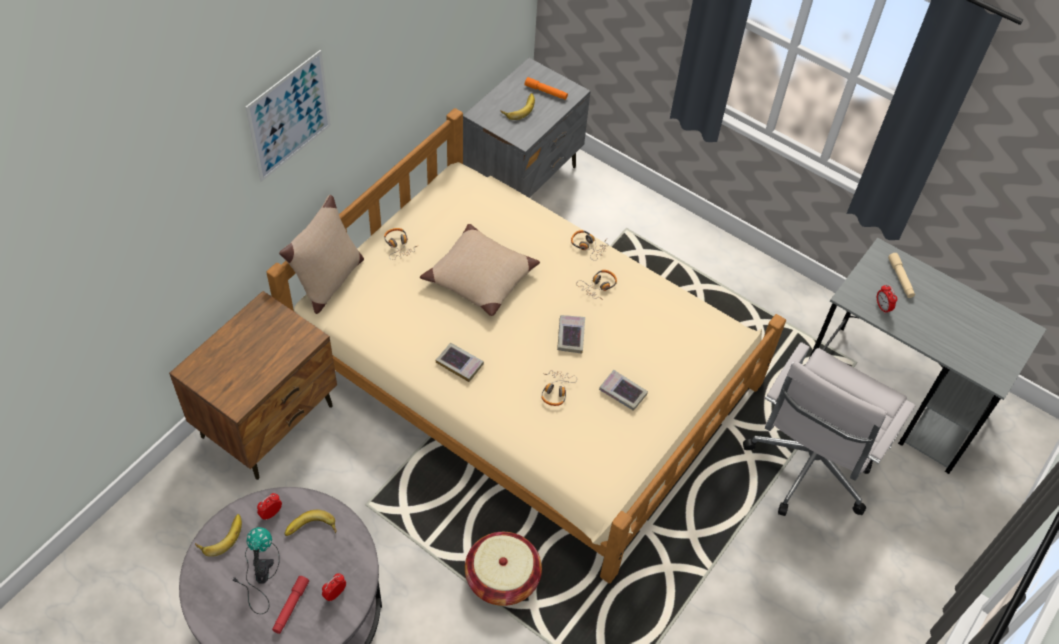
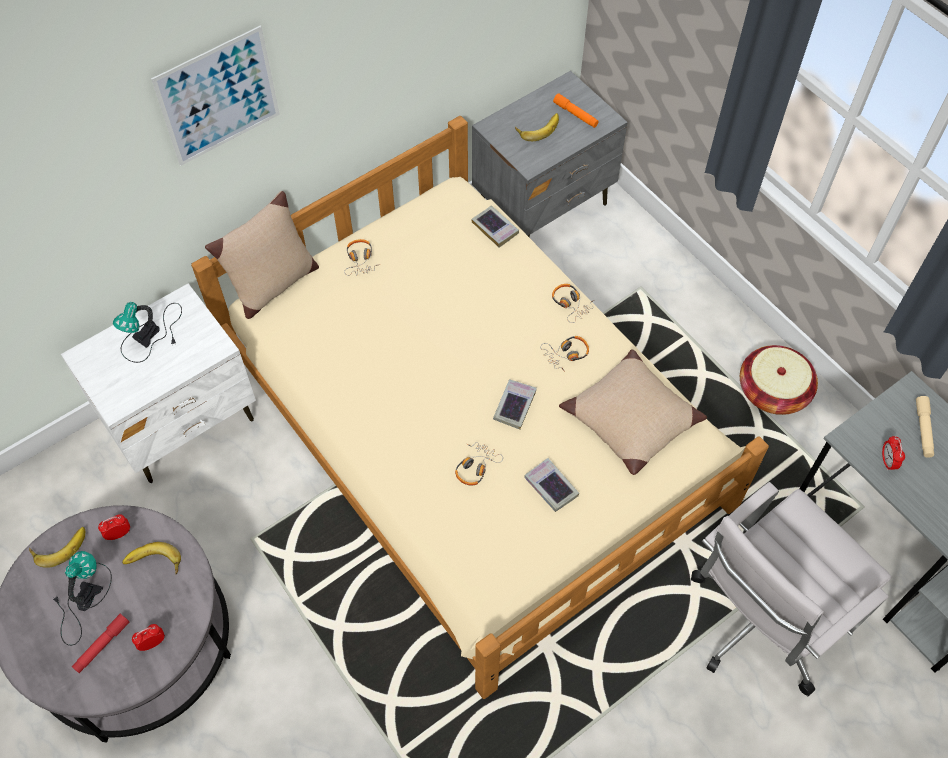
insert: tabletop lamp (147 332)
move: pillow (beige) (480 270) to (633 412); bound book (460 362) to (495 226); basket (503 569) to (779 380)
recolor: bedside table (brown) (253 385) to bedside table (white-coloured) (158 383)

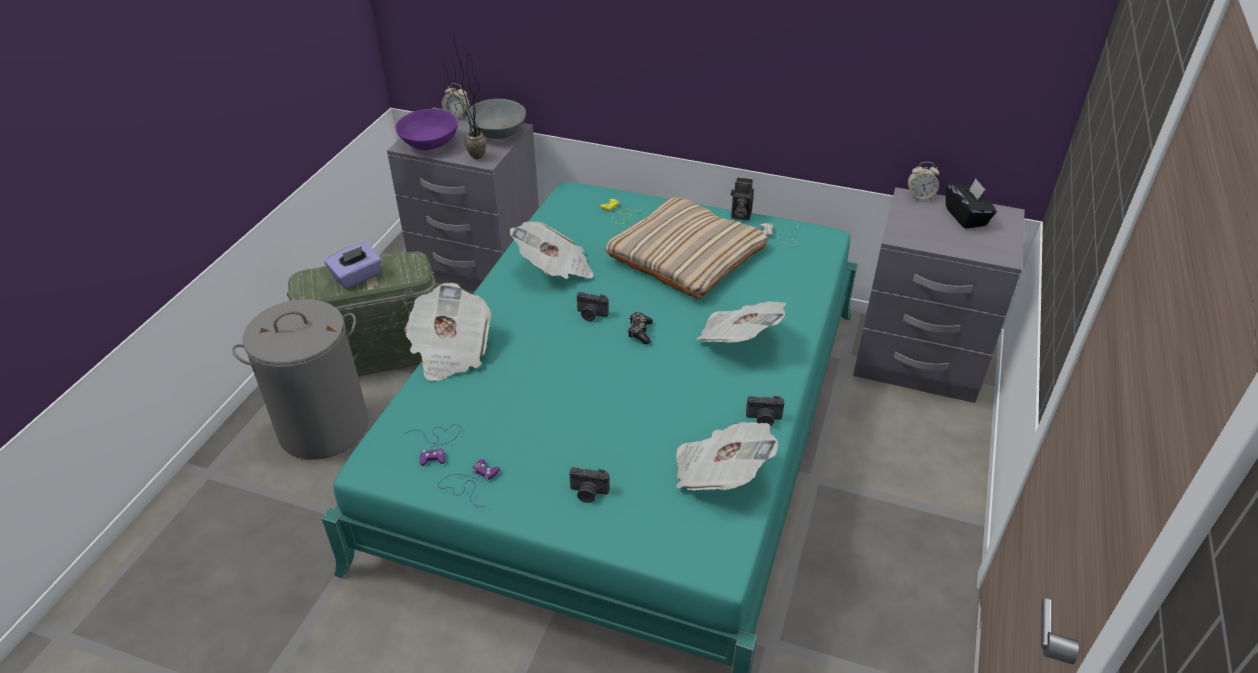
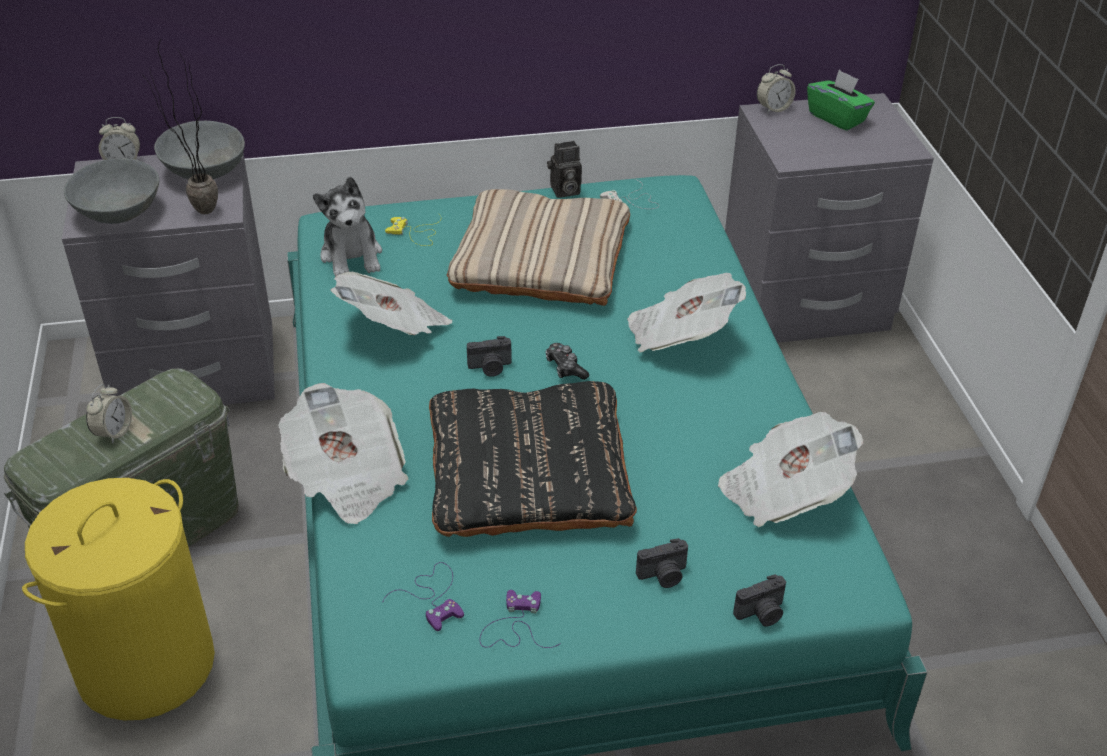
insert: plush toy (347 226); pillow (blackish) (533 459)
move: still camera (765 411) to (759 600)
replace: tissue holder (purple) (352 265) to table clock (109 414)
recolor: bowl (purple) (426 129) to bowl (grey) (111 191); tissue holder (blackish) (971 204) to tissue holder (greenish) (841 100); hamper (grey) (300 379) to hamper (yellow-coloured) (118 599)

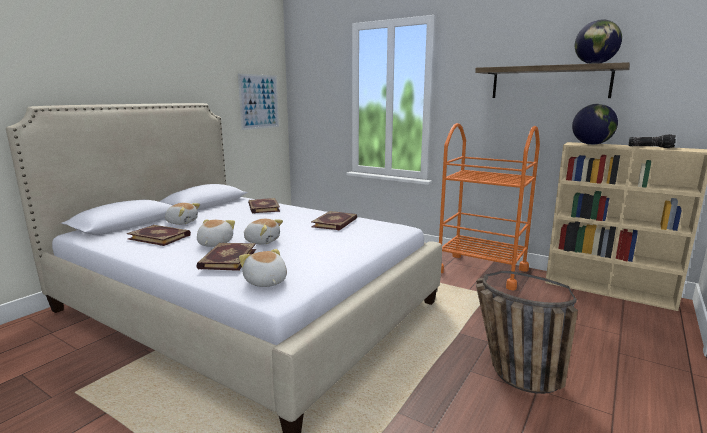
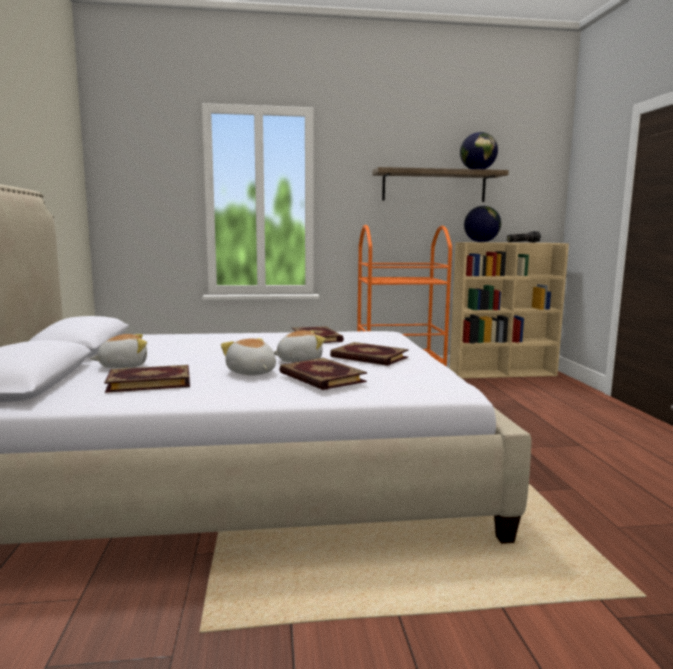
delete: wall art (258 102); plush toy (263 268); basket (527 332)
move: bound book (264 205) to (369 354)

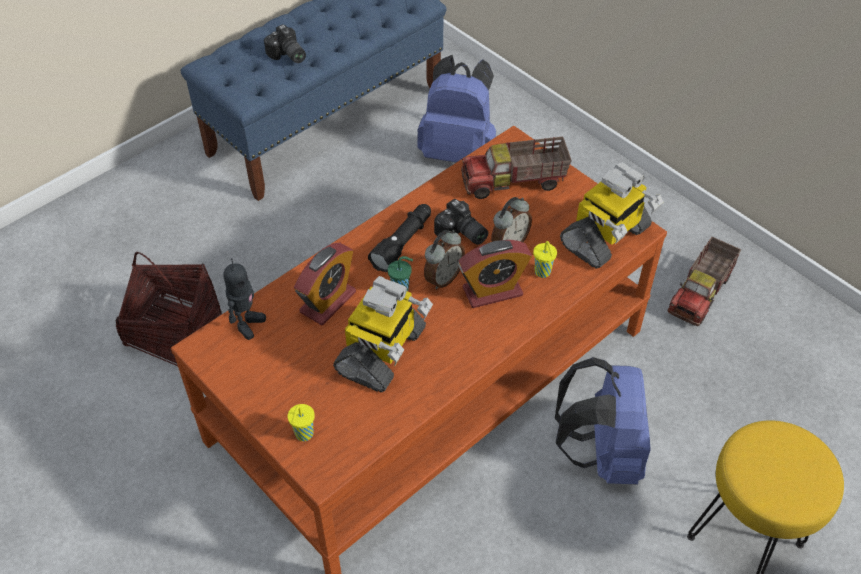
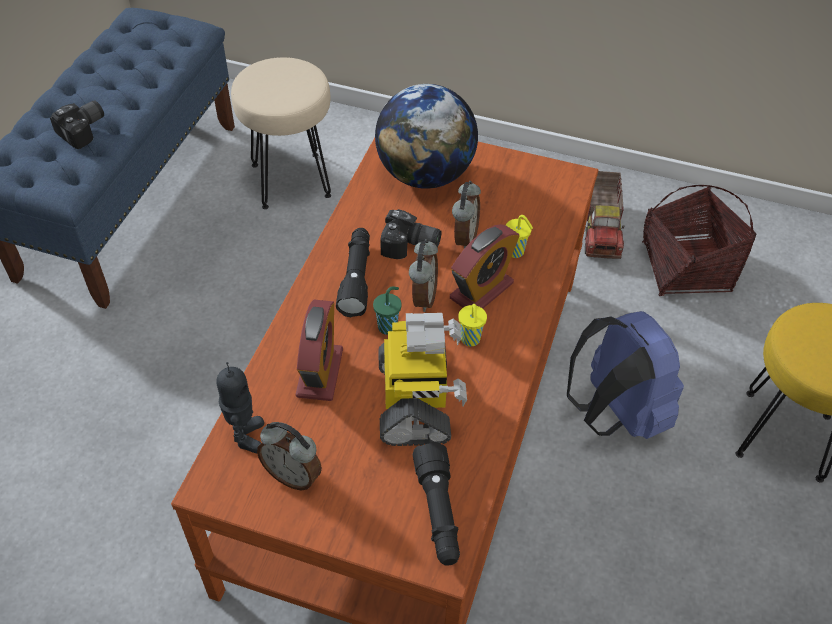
delete: robot figure (611 215)
insert: table clock (289 456); hand torch (blackish) (436 504)
move: basket (169 309) to (699 240); small cup (yellow-coloured) (301 422) to (472 325)
replace: rucksack (bluish) (456 108) to sitting stool (beige) (281 133); toy lorry (516 168) to world globe (426 136)
rotate: still camera (285 43) = (77 124) 75 degrees counterclockwise

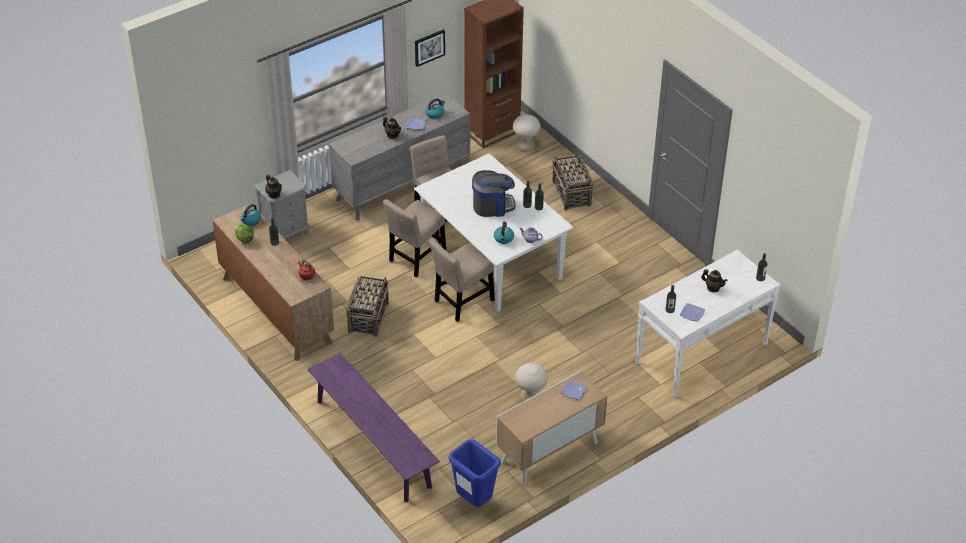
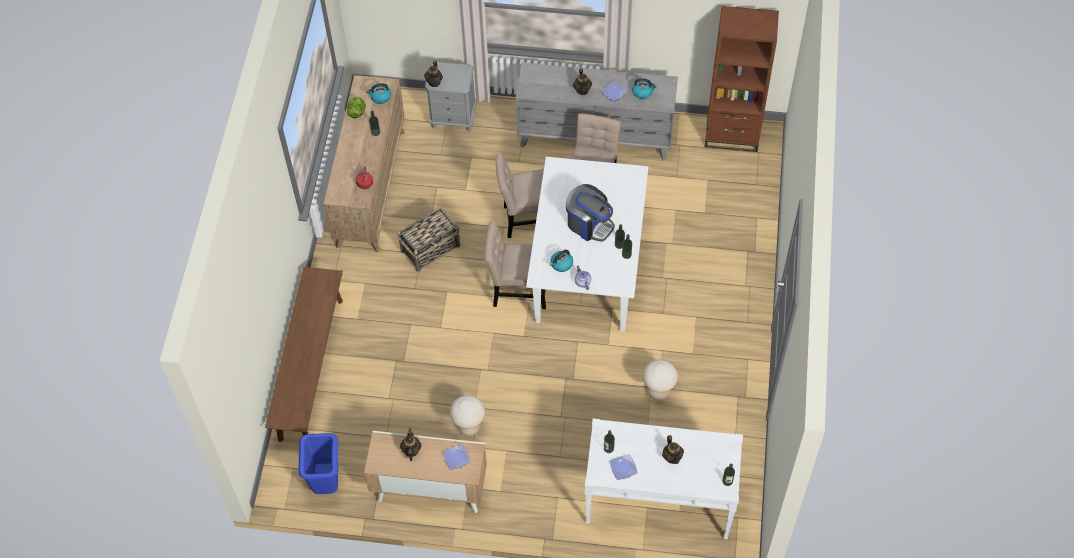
delete: wall art (430 48); basket (573 182)
insert: tea pot (411 444)
move: sitting stool (beige) (527 133) to (660 380)
recolor: bench (purple) (373 427) to bench (brown) (304 354)

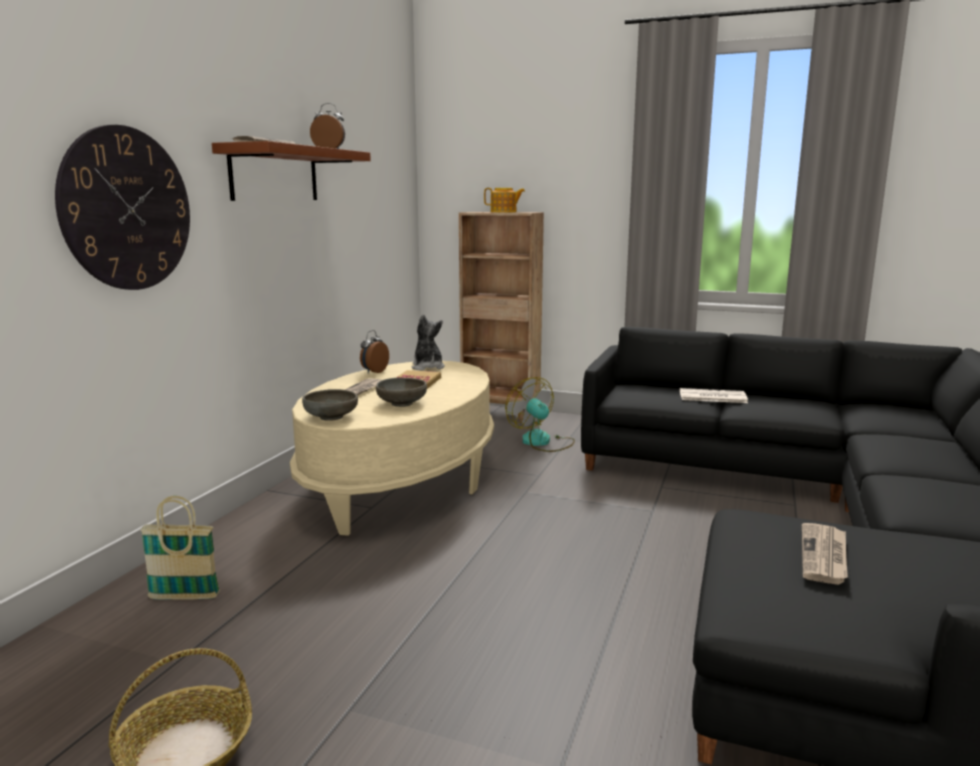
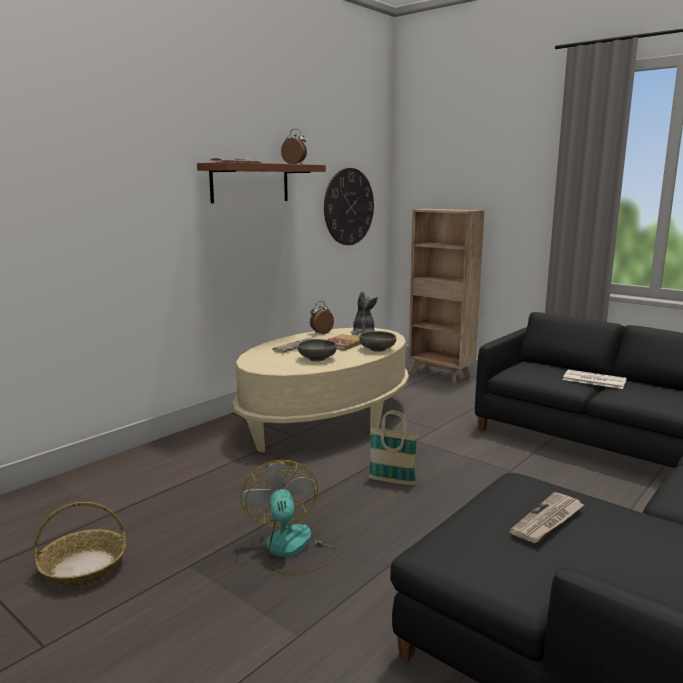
delete: tea pot (504 200)
move: clock on the wall (122 207) to (349 206); fan (540 414) to (289 517); bowl (grey) (330 405) to (377 341); basket (180 548) to (393 447)

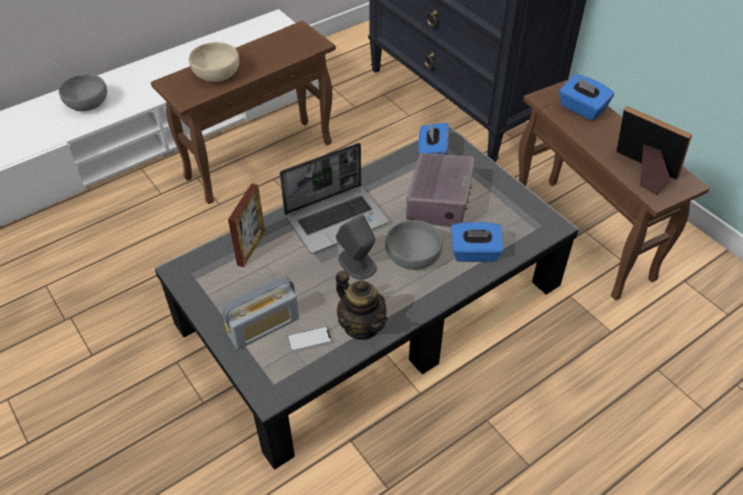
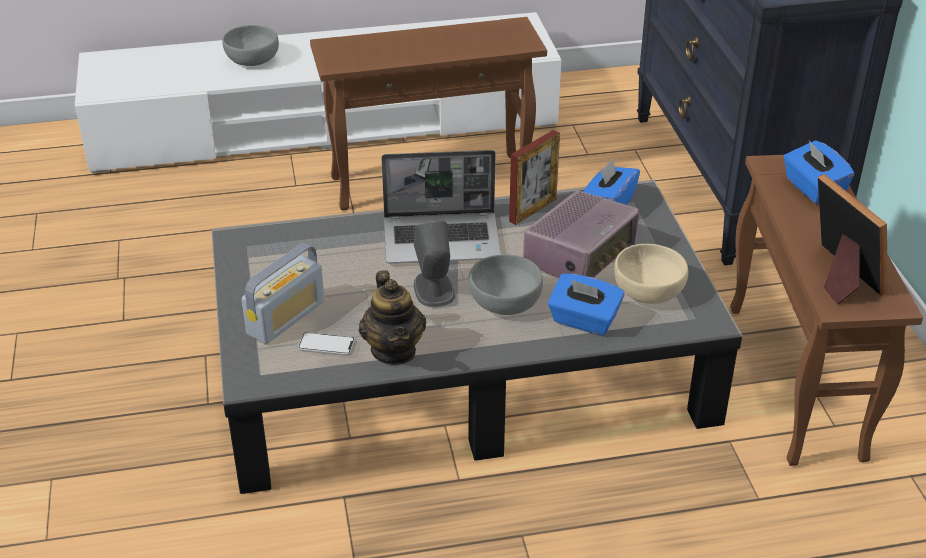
move: bowl (beige) (214 62) to (651 274); picture frame (246 225) to (534 177)
rotate: radio (260 312) = (282 293) 45 degrees counterclockwise

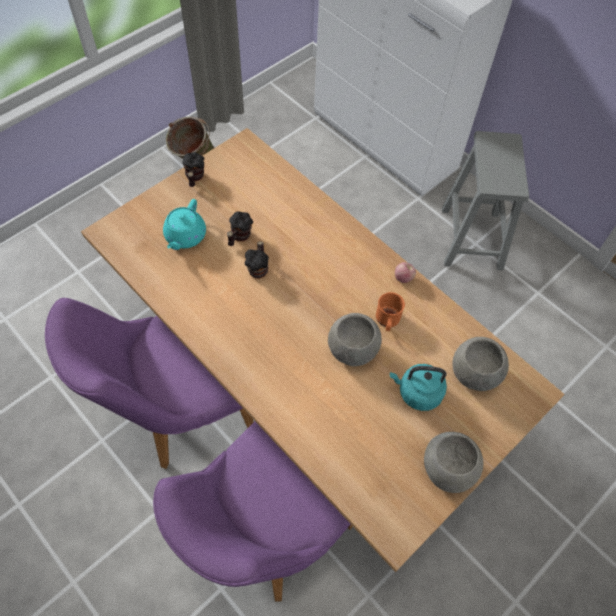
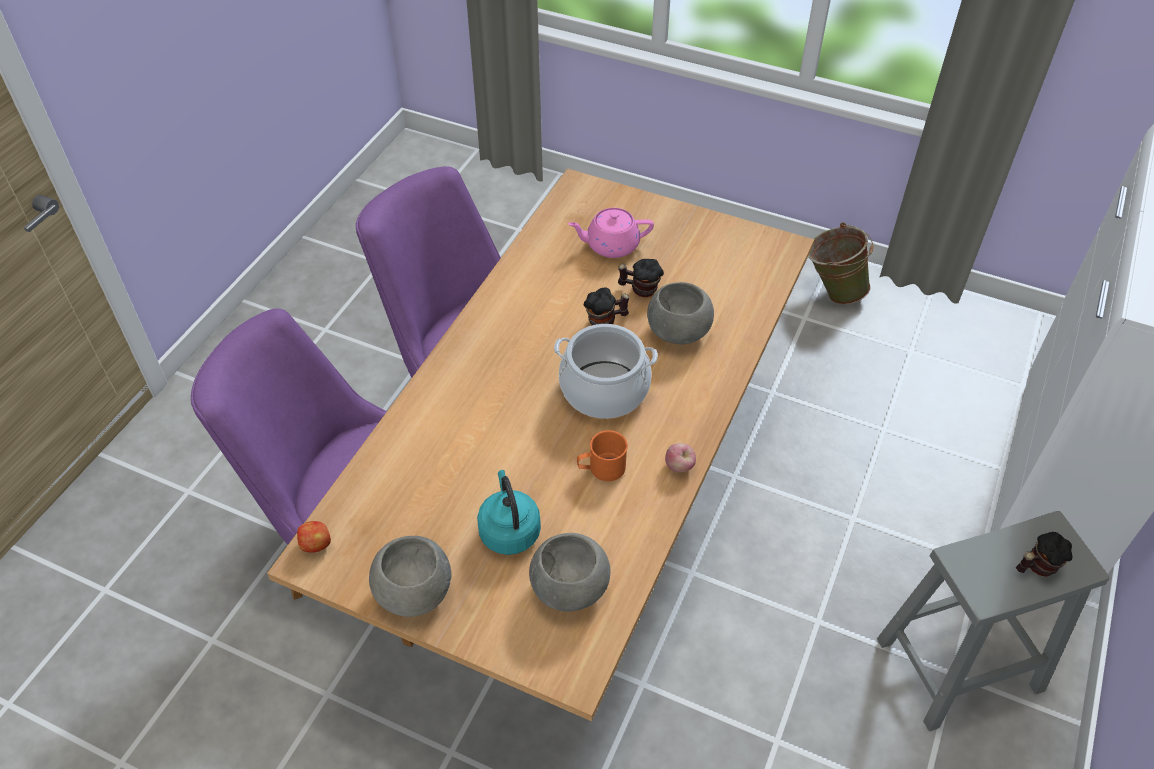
insert: stockpot (606 371); apple (314 537)
move: coffee mug (193 169) to (1044 554); bowl (grey) (355 339) to (680 313)
recolor: tea pot (turquoise-coloured) (184 224) to tea pot (pinkish) (611 233)

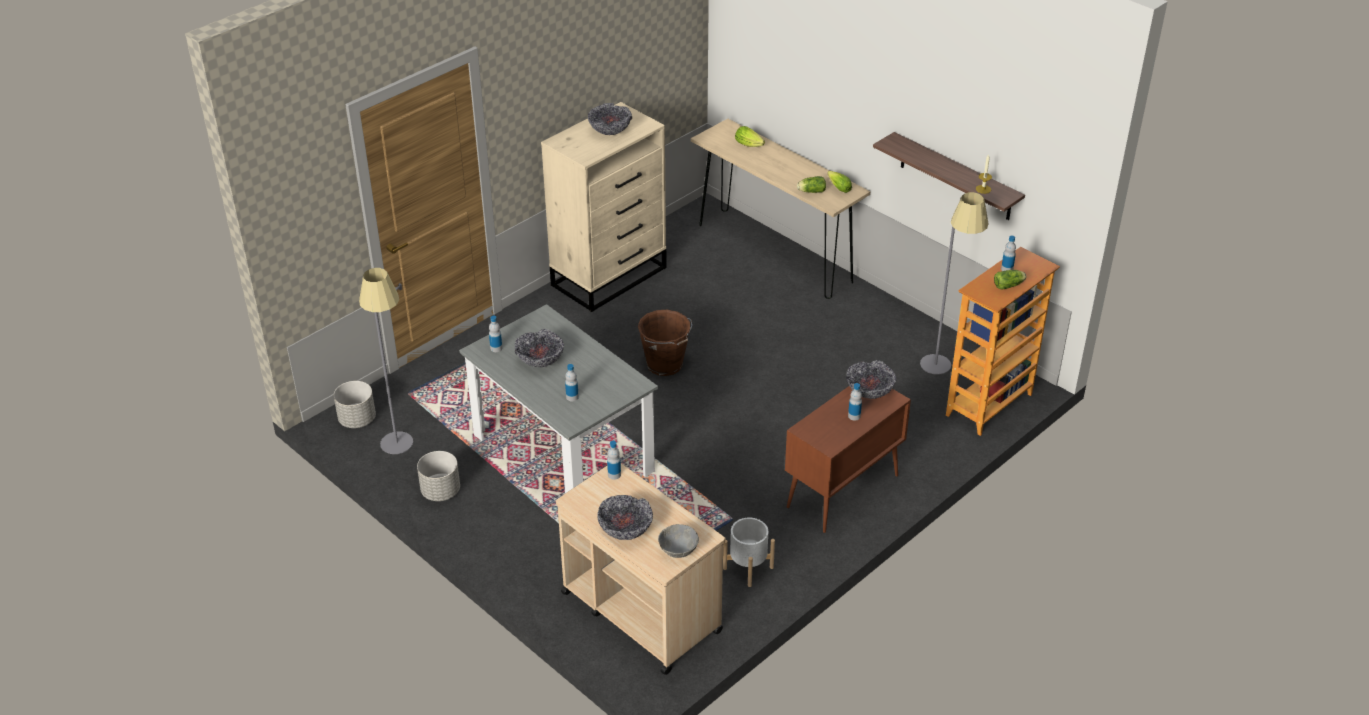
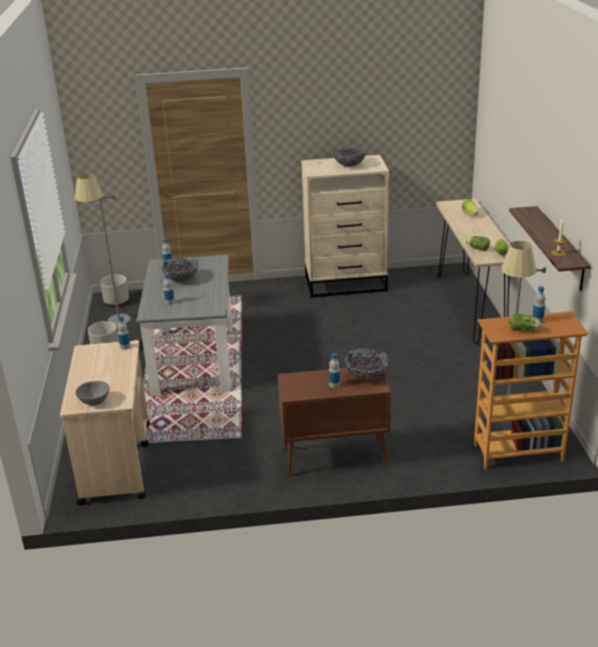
delete: water bucket (brown) (665 343); bowl (625 517); planter (white-coloured) (749 552)

